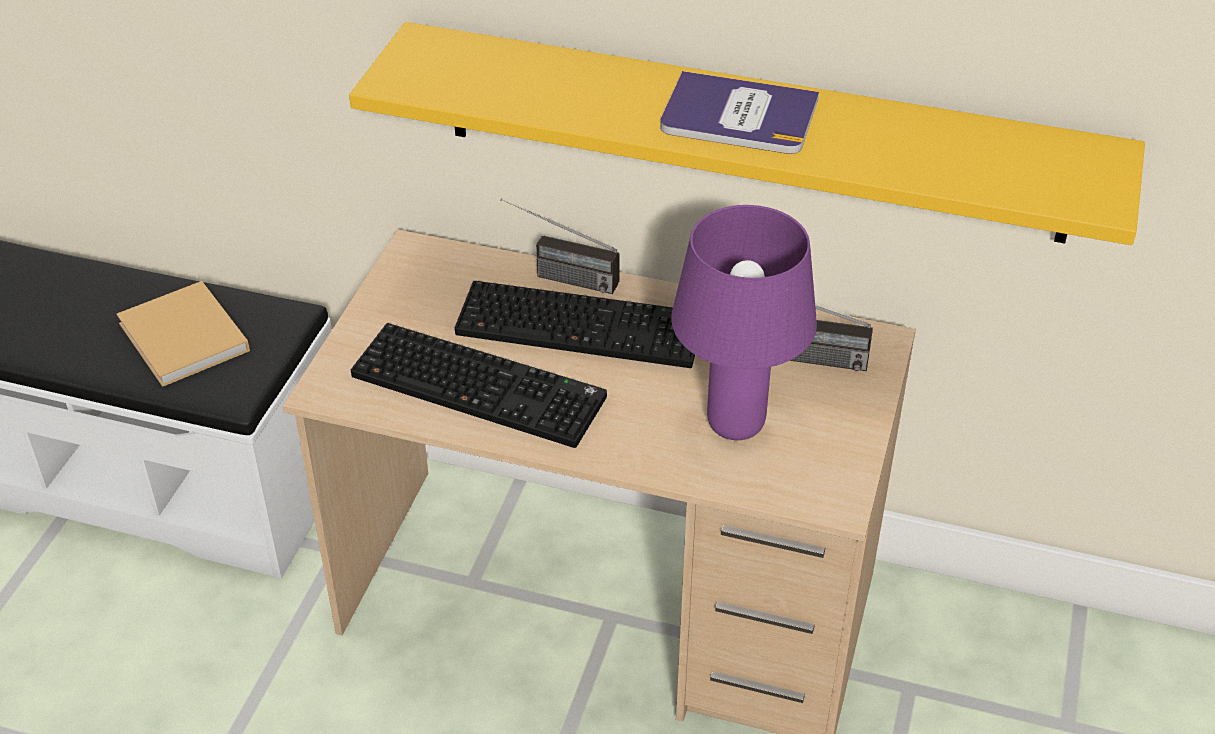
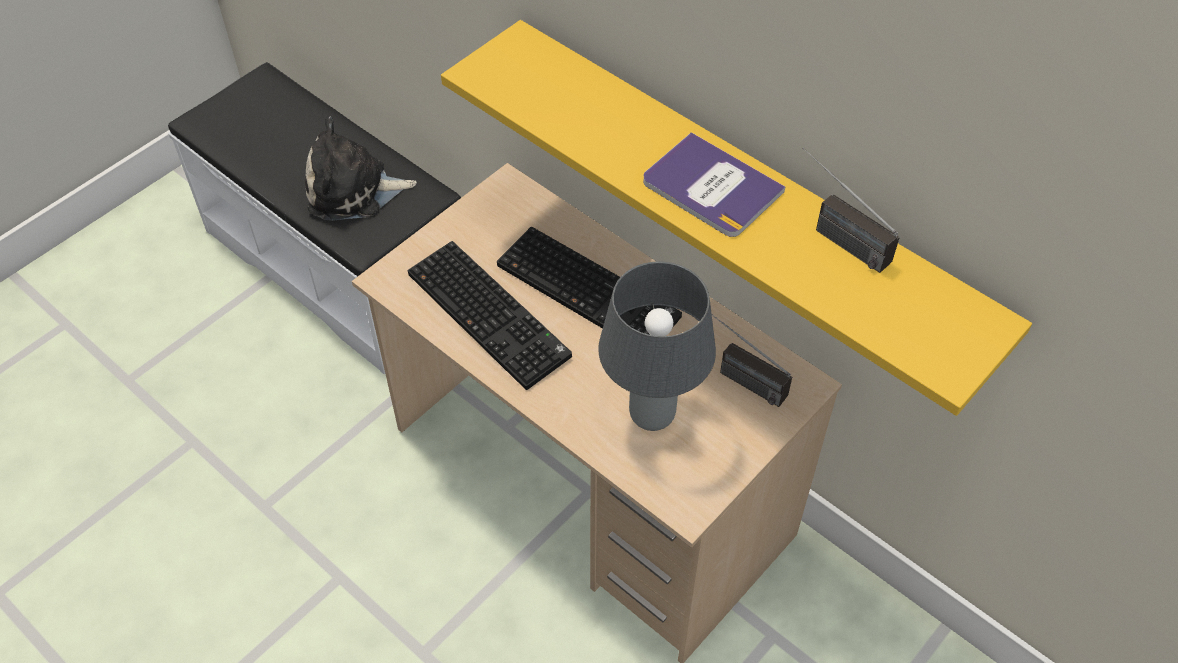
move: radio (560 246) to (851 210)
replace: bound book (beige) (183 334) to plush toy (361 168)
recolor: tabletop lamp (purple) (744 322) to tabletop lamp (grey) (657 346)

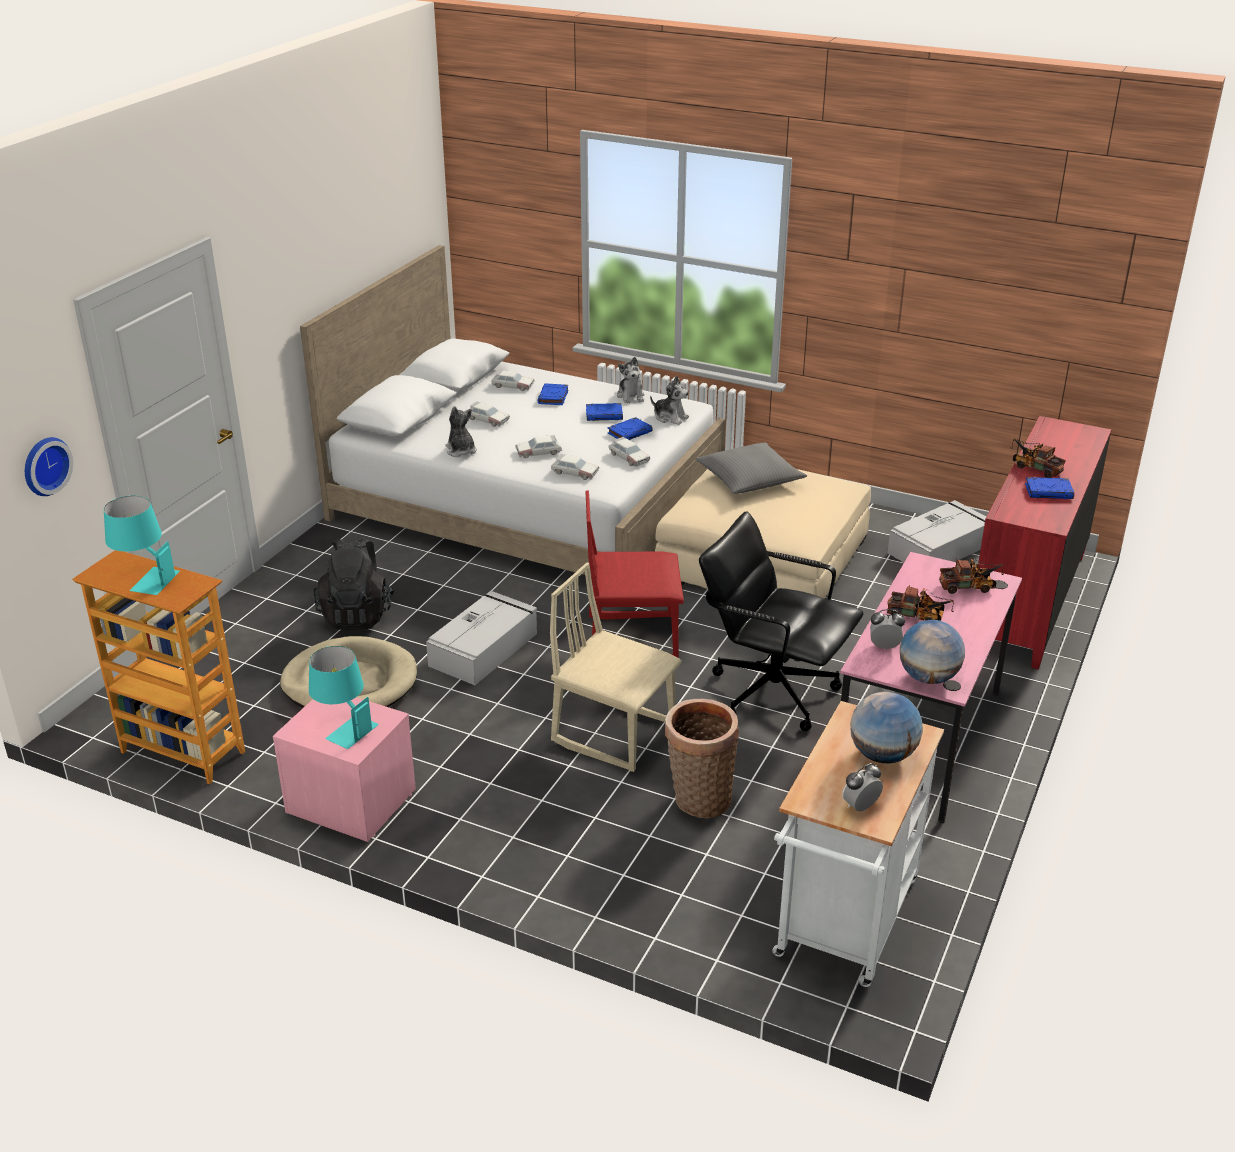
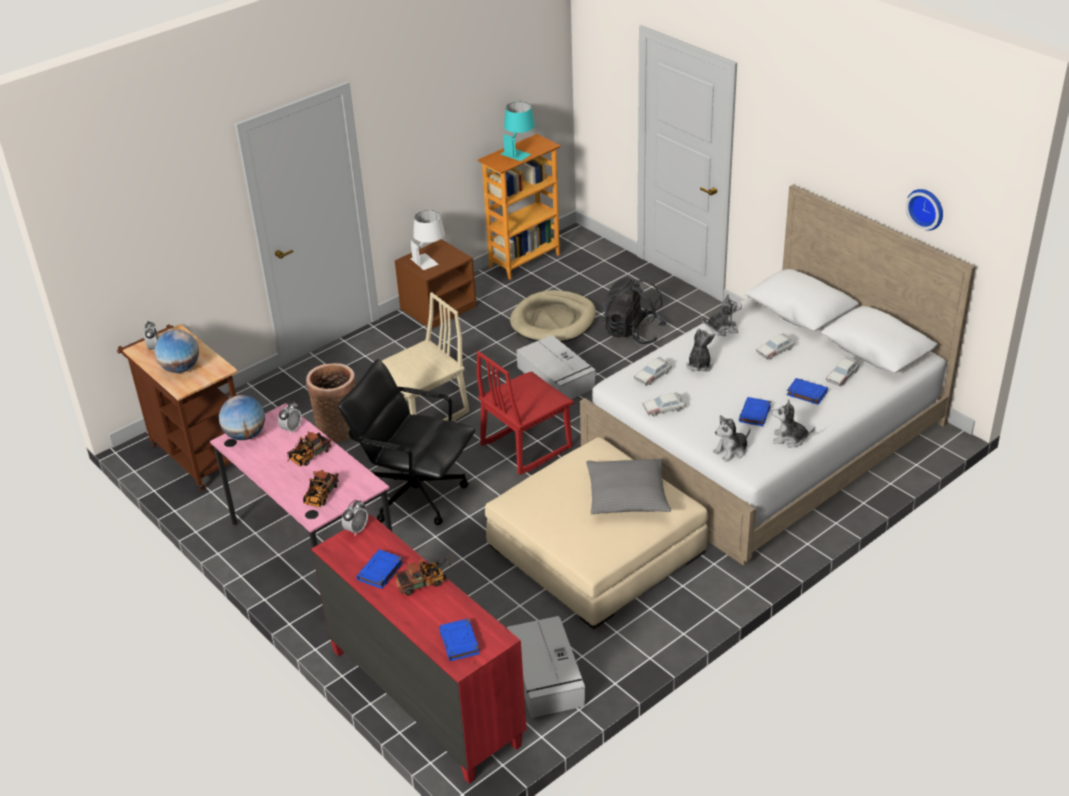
insert: table clock (355 518)
move: bound book (bluish) (629 428) to (459 639); clock on the wall (49 466) to (924 210)
replace: toy car (538 446) to plush toy (700 350)
recolor: tabletop lamp (turquoise-coloured) (344 697) to tabletop lamp (white-coloured) (427 240); bedside table (pinkish) (344 769) to bedside table (brown) (436 284); cart (white-coloured) (858 844) to cart (brown) (177 407)
rotate: plain chair (reddish) (634 574) = (525 413) 150 degrees counterclockwise; desk chair (blackish) (781 621) = (406 442) 120 degrees counterclockwise

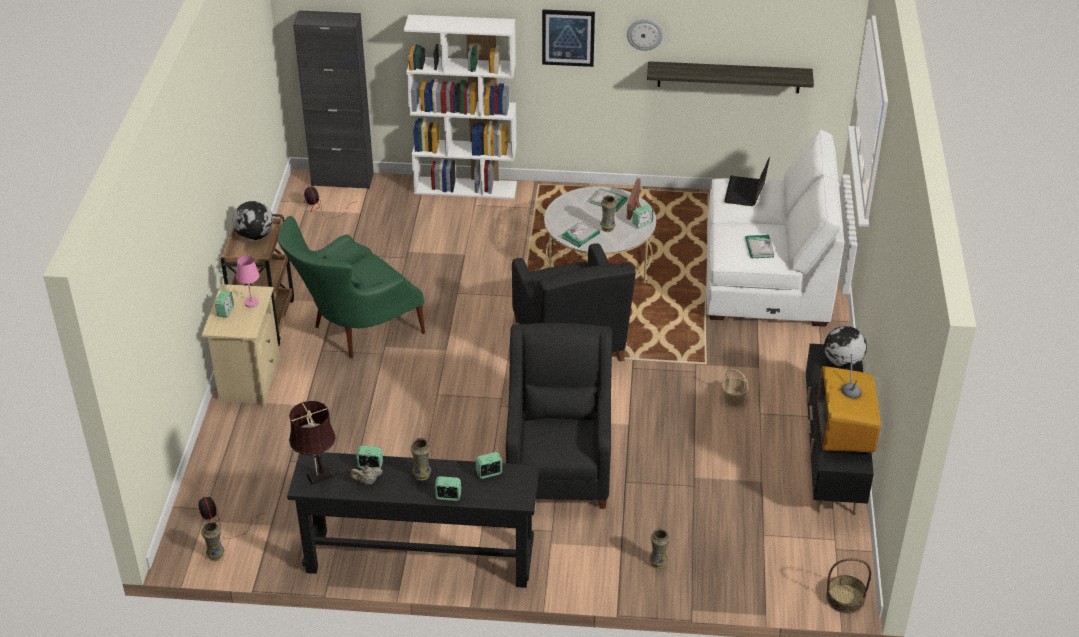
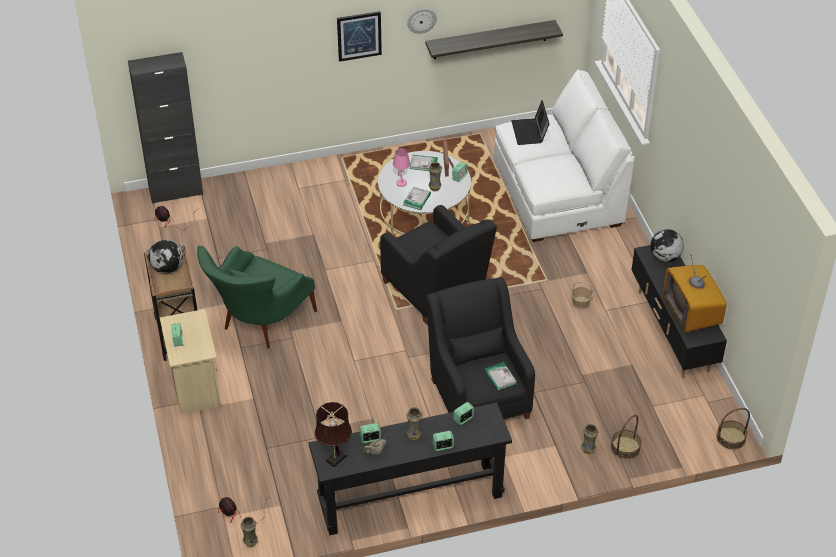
delete: bookshelf (white-coloured) (460 107)
insert: basket (626 437)
move: bound book (759 246) to (500 376); tabletop lamp (pinkish) (247 281) to (401 167)

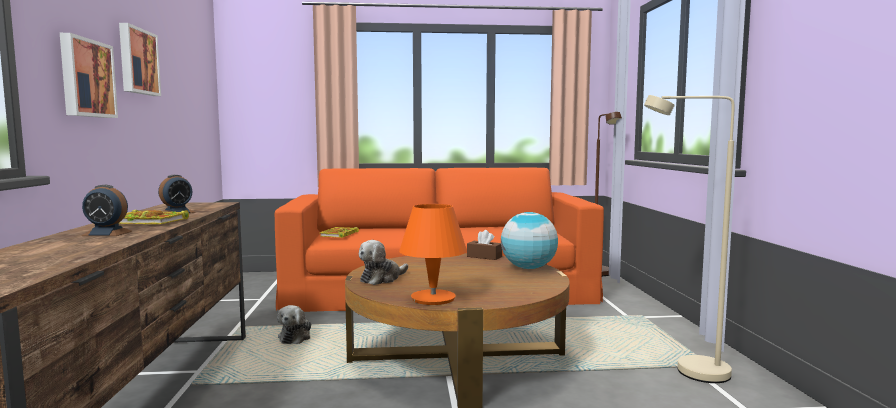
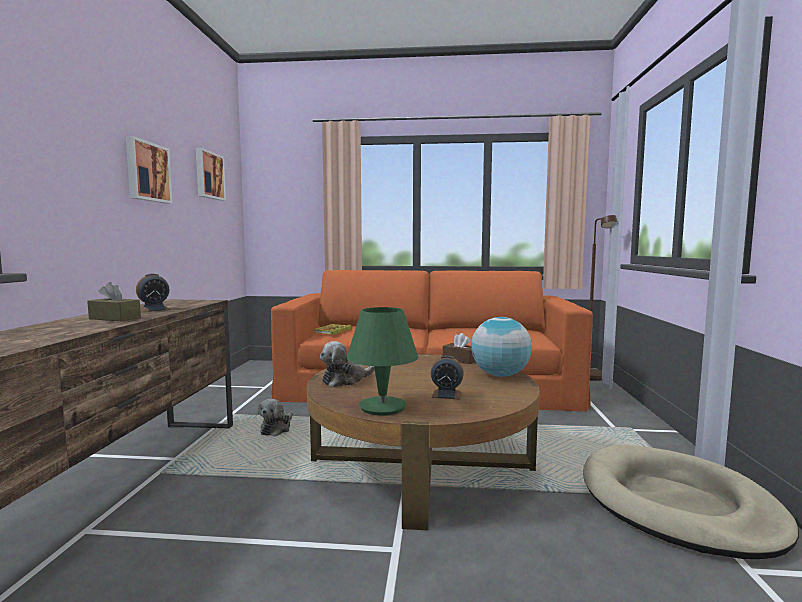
move: wall art (89 75) to (211 174); table clock (107 210) to (447 377)
replace: standing lamp (beige) (689 239) to pet bed (beige) (691 501); bound book (154 217) to tissue holder (brown) (114 301)
recolor: tabletop lamp (orange-coloured) (433 254) to tabletop lamp (greenish) (382 361)

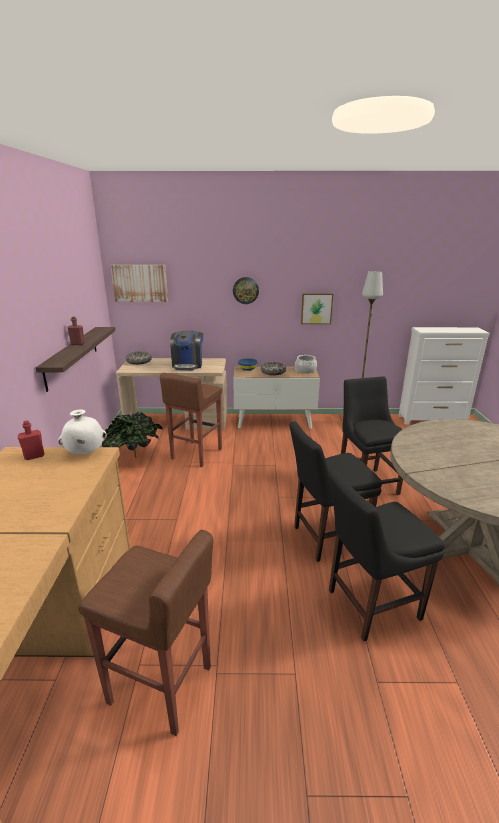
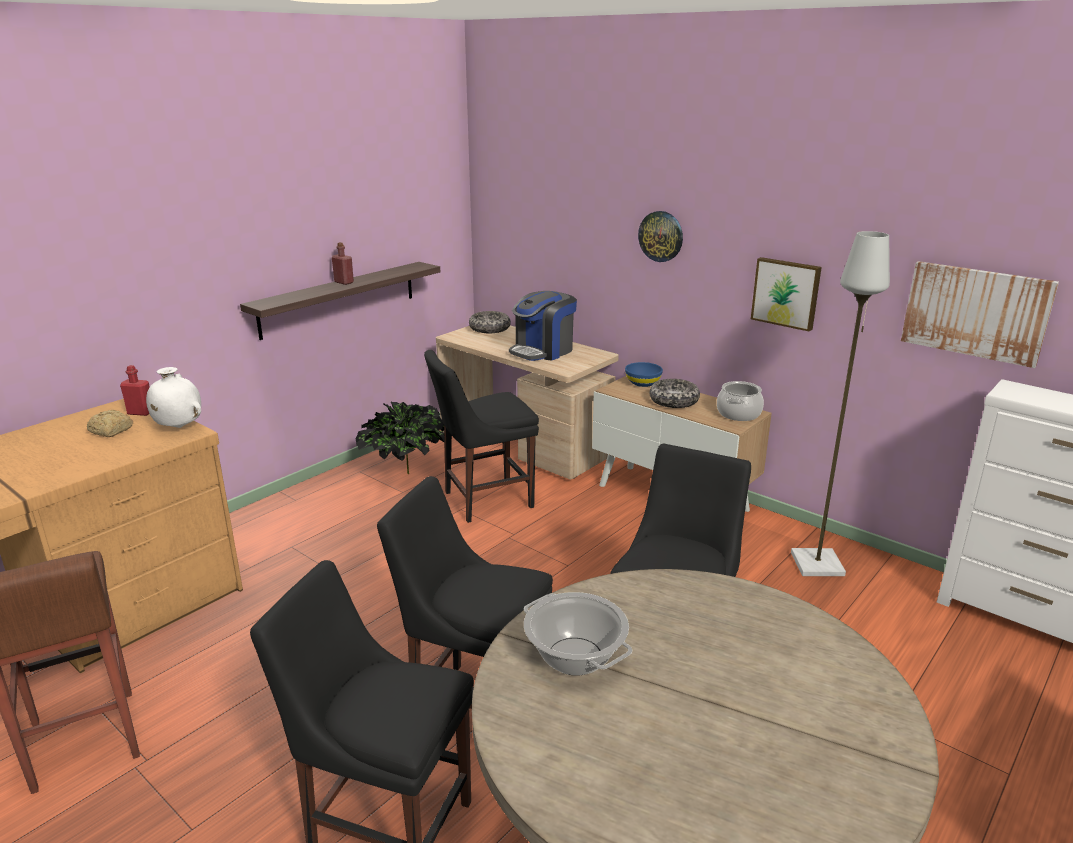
insert: baked bread (110 423); stockpot (578 633)
move: wall art (139 283) to (980 314)
replace: sitting stool (brown) (191 420) to plain chair (blackish) (481 436)

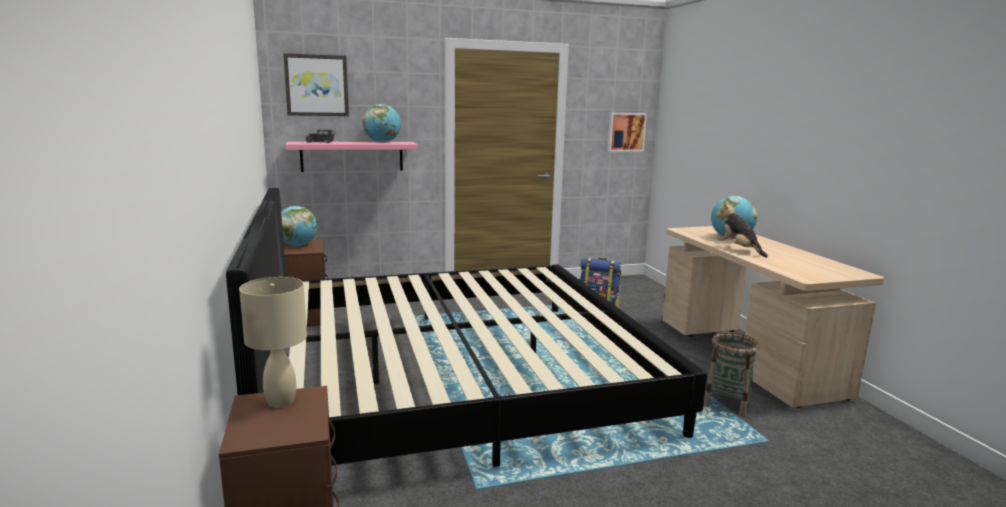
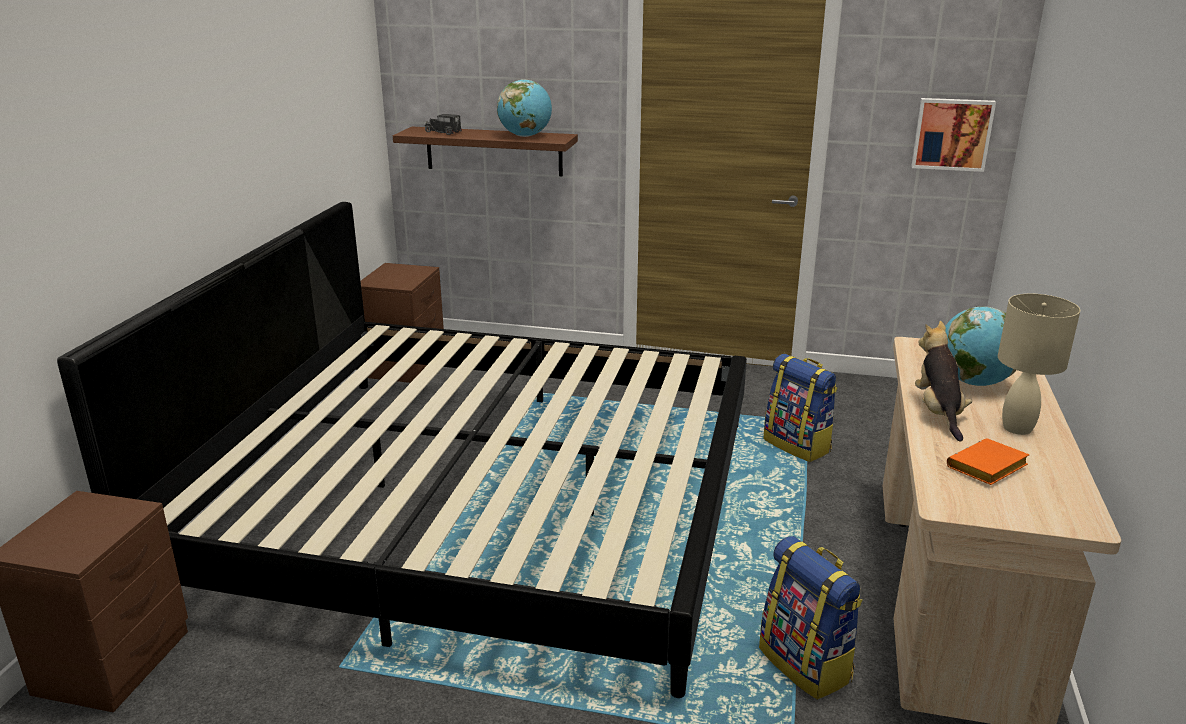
delete: wall art (316 84); world globe (299 226)
insert: bound book (orange-coloured) (988 461)
move: tabletop lamp (beige) (273 342) to (1039 364)
replace: basket (731 375) to rucksack (811 618)
recolor: shelf (pinkish) (352 157) to shelf (brown) (485 151)

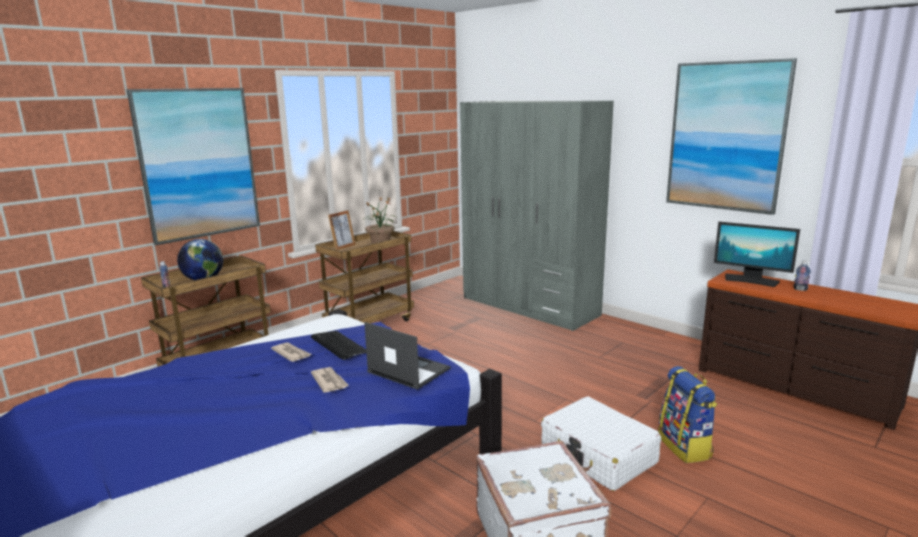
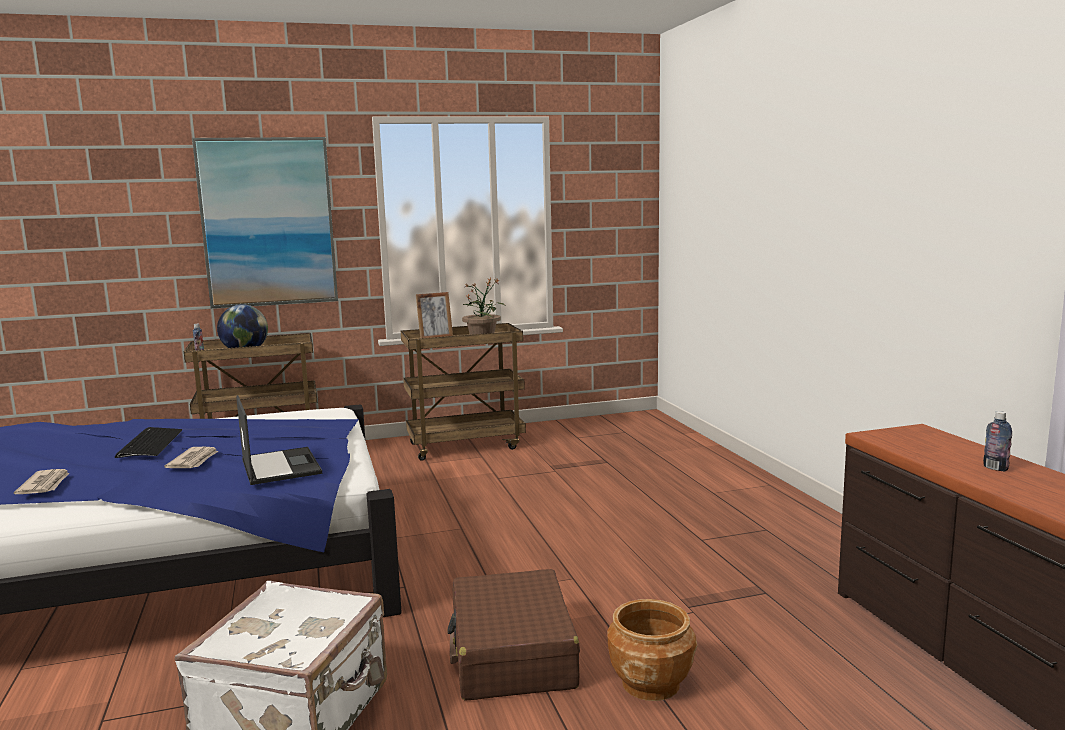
delete: wall art (731 136); clothes cupboard (grey) (537 216); computer display (757 254)
move: computer keyboard (339 345) to (148 442); printed paper (291 352) to (42 481)
replace: rucksack (687 414) to planter (brown) (652 650)
recolor: suitcase (white-coloured) (601 443) to suitcase (brown) (513 635)

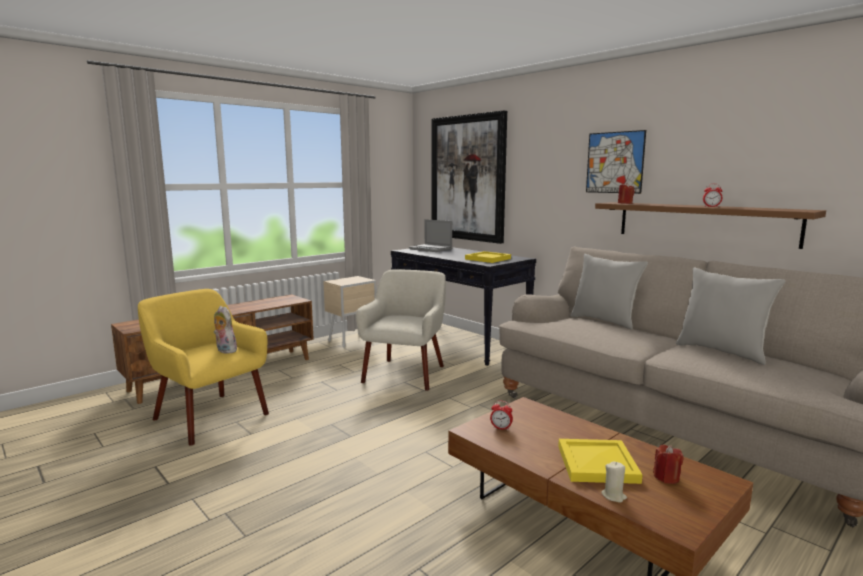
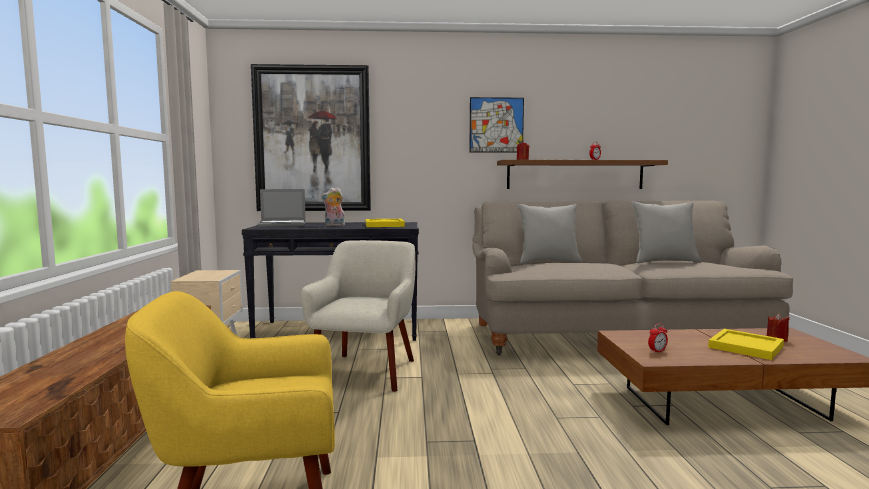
delete: wax candle (beige) (614 482)
move: plush toy (225 330) to (333 206)
rotate: easy chair (beige) (401 330) = (358 316) 45 degrees clockwise

